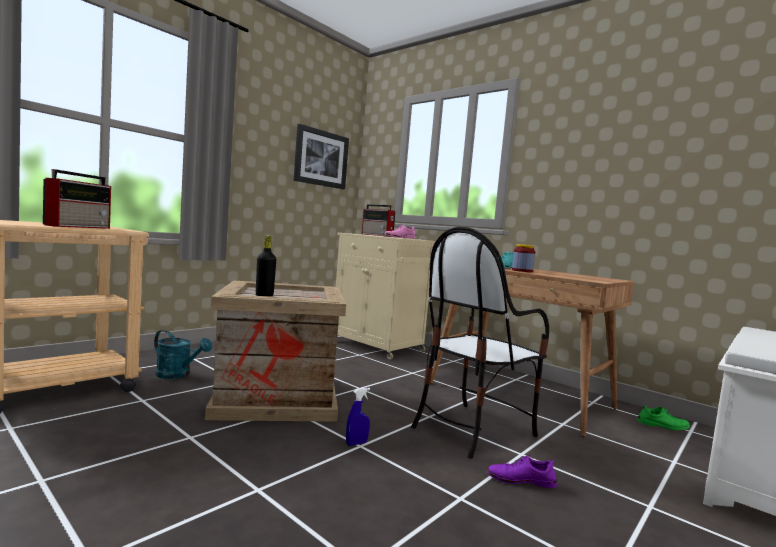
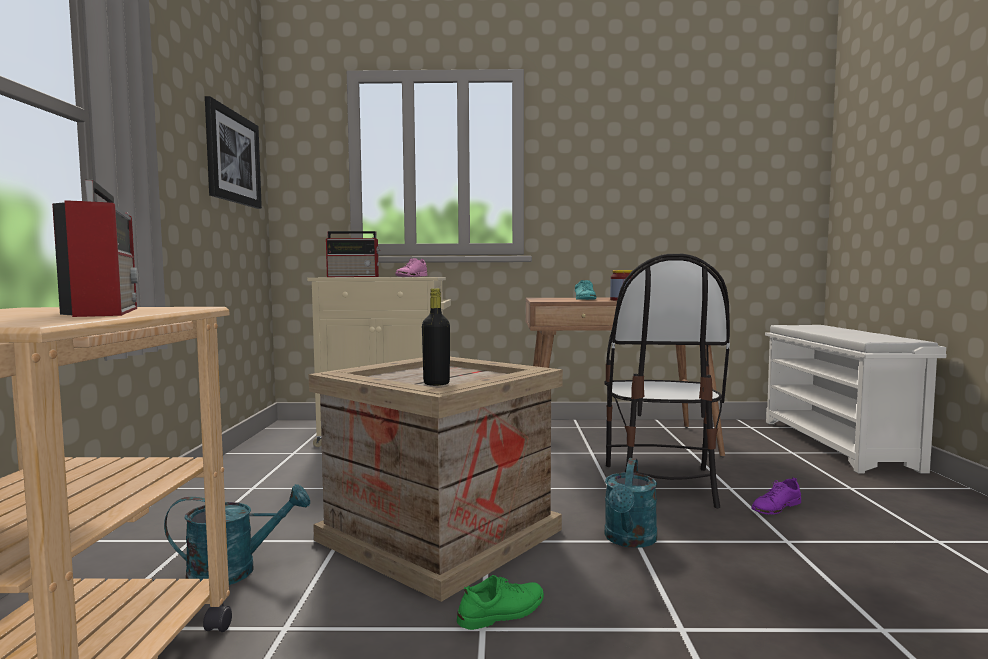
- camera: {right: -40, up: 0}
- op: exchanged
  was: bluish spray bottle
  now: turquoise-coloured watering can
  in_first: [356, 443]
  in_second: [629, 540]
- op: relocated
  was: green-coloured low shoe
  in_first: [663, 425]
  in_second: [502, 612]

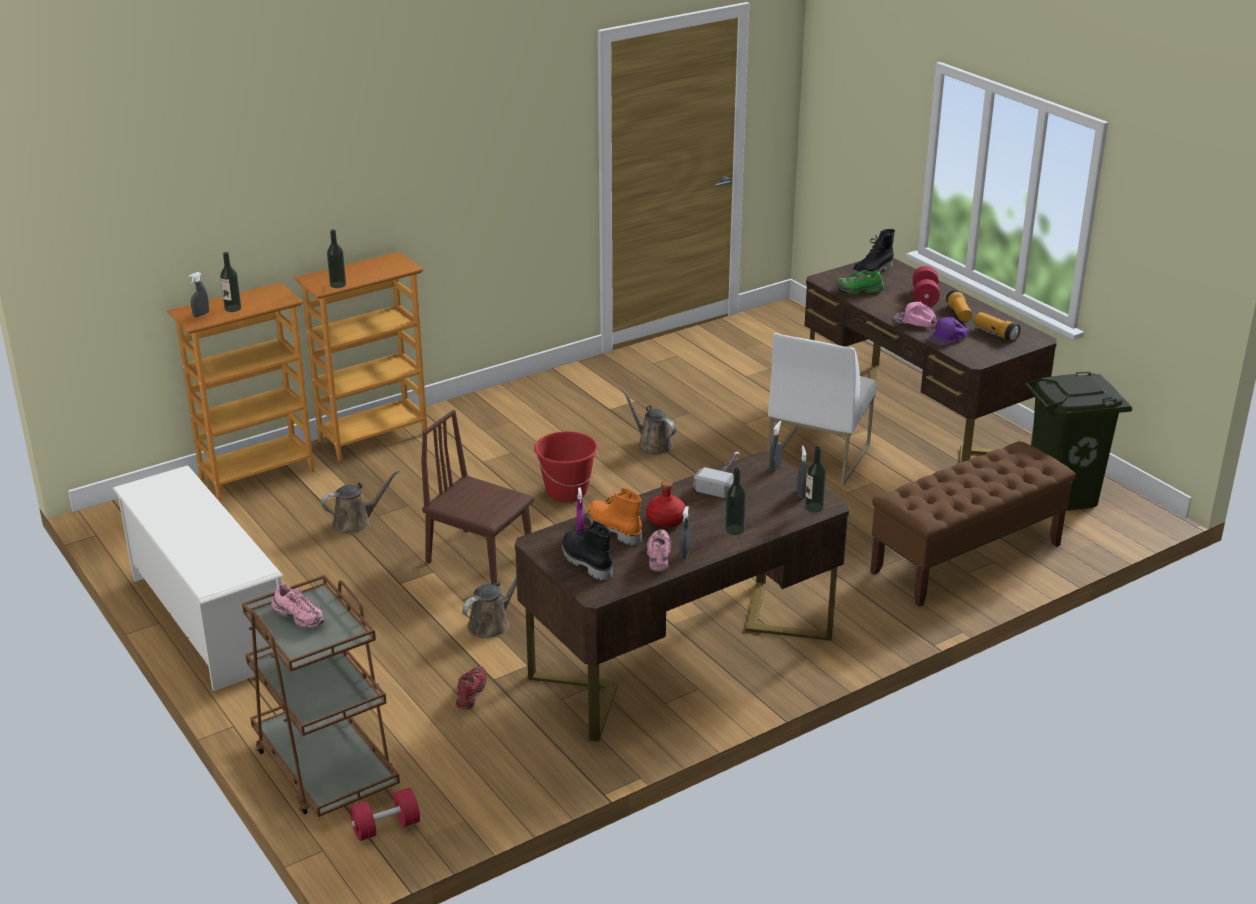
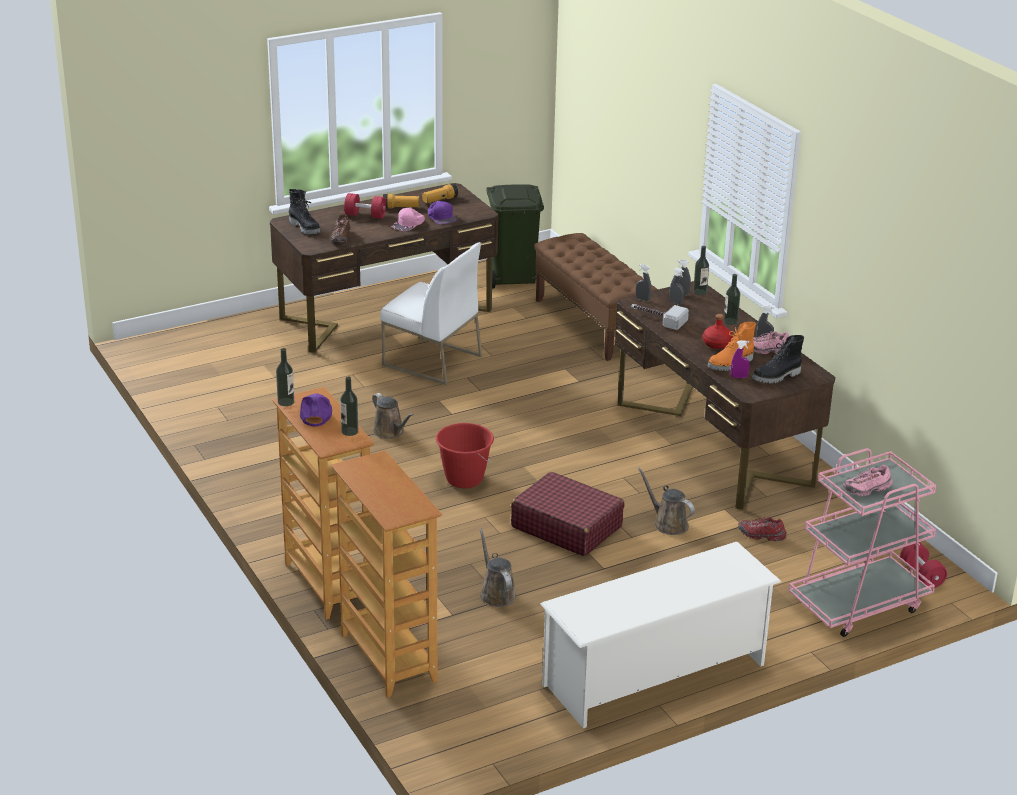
- camera: {right: -85, up: 0}
- op: relocated
  was: drink bottle
  in_first: [233, 308]
  in_second: [286, 402]
- op: colour
  was: green-coloured low shoe
  now: brown low shoe
  in_first: [859, 290]
  in_second: [341, 237]
- op: relocated
  was: greyish spray bottle
  in_first: [201, 315]
  in_second: [676, 303]
- op: spun
  was: brown watering can
  in_first: [652, 445]
  in_second: [390, 432]
  clockwise: -90
- op: exchanged
  was: brown upright chair
  now: reddish piece of luggage
  in_first: [480, 557]
  in_second: [566, 526]
- op: colour
  was: brown trolley
  now: pink trolley
  in_first: [325, 767]
  in_second: [858, 603]
- op: spun
  was: pink low shoe
  in_first: [299, 617]
  in_second: [867, 489]
  clockwise: -150
- op: appeared
  now: purplish baseball cap
  in_second: [315, 414]

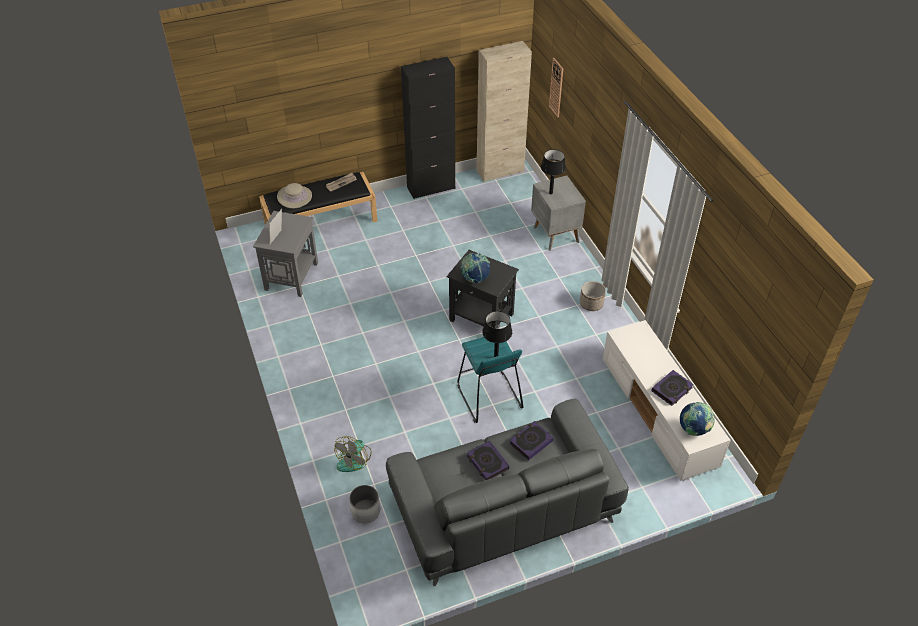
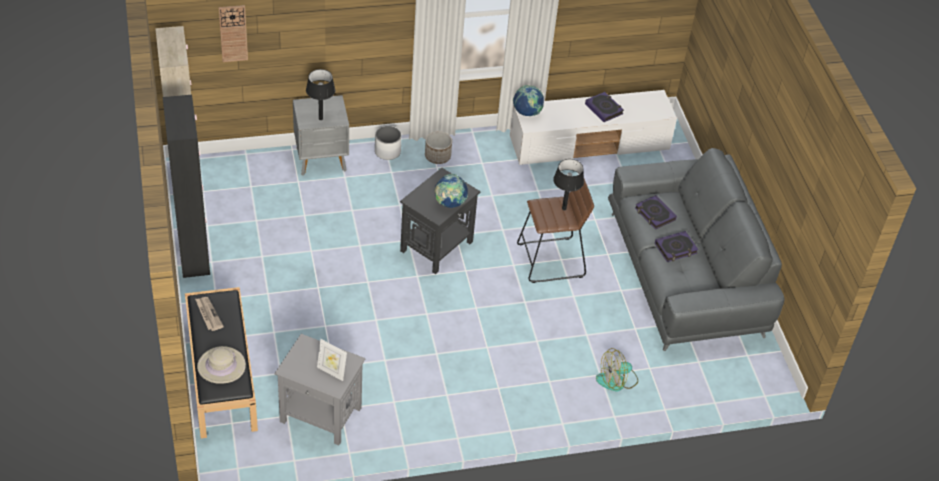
- camera: {right: -85, up: 0}
- op: colour
  was: turquoise-coloured stool seat
  now: brown stool seat
  in_first: [488, 397]
  in_second: [551, 260]
- op: relocated
  was: globe
  in_first: [693, 429]
  in_second: [527, 113]
- op: spun
  was: fan
  in_first: [354, 459]
  in_second: [617, 380]
  clockwise: 120
- op: relocated
  was: white flower pot
  in_first: [366, 511]
  in_second: [387, 151]

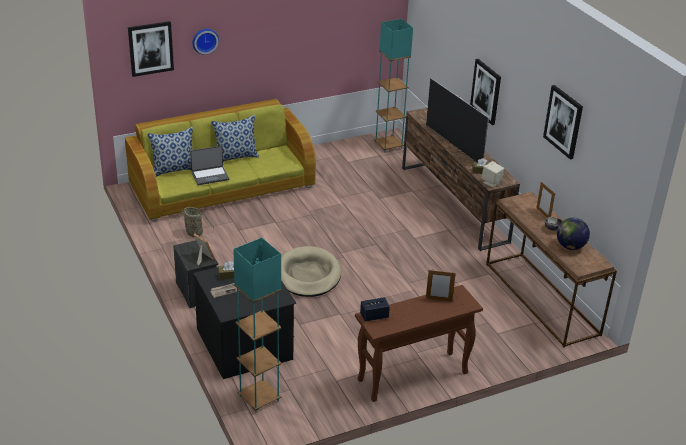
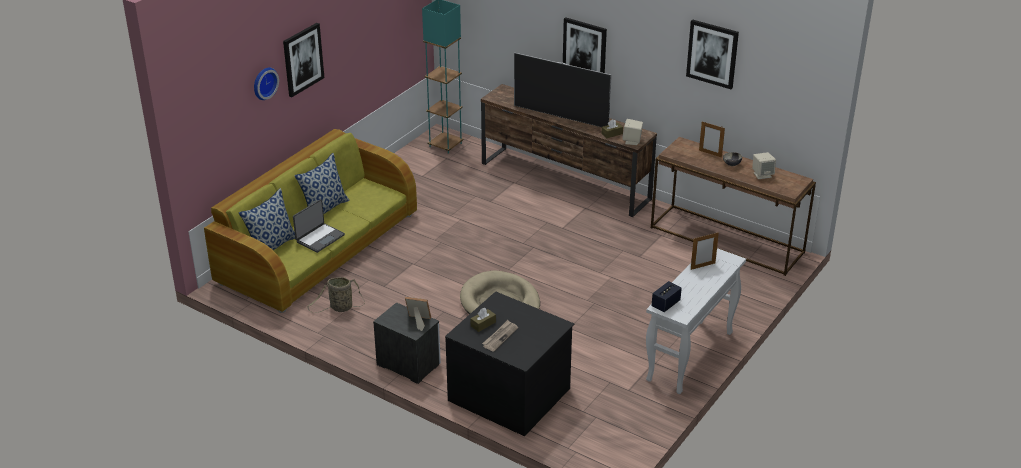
- camera: {right: -30, up: 0}
- op: relocated
  was: wall art
  in_first: [150, 48]
  in_second: [302, 59]
- op: exchanged
  was: globe
  now: beige-coloured audio speaker
  in_first: [570, 246]
  in_second: [762, 175]
- op: missing
  was: turquoise-coloured standard lamp
  in_first: [259, 398]
- op: colour
  was: brown narrow table
  now: white narrow table
  in_first: [412, 377]
  in_second: [690, 357]

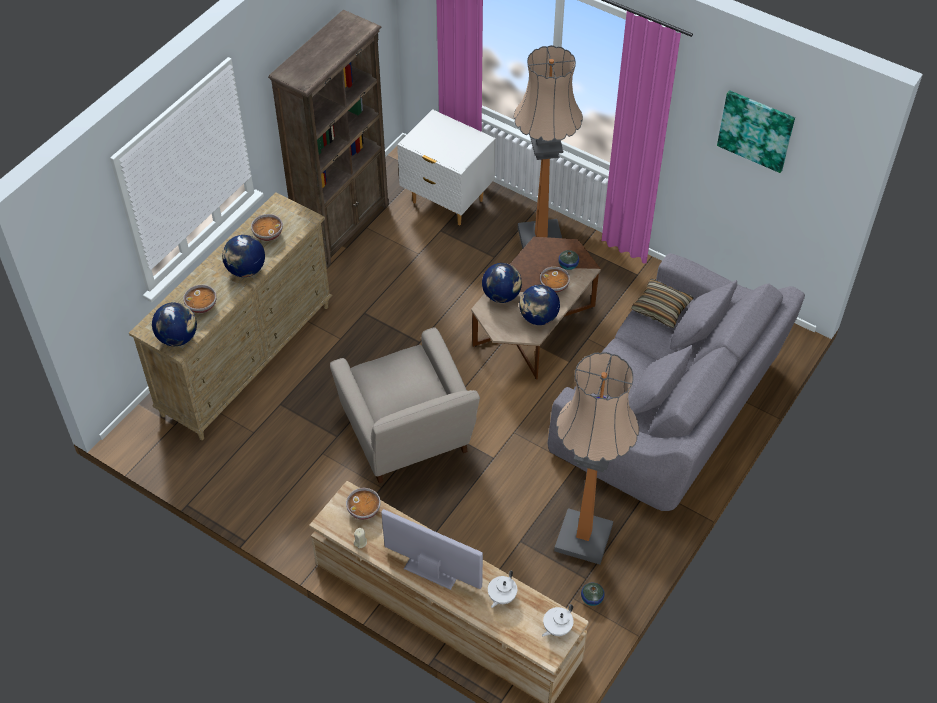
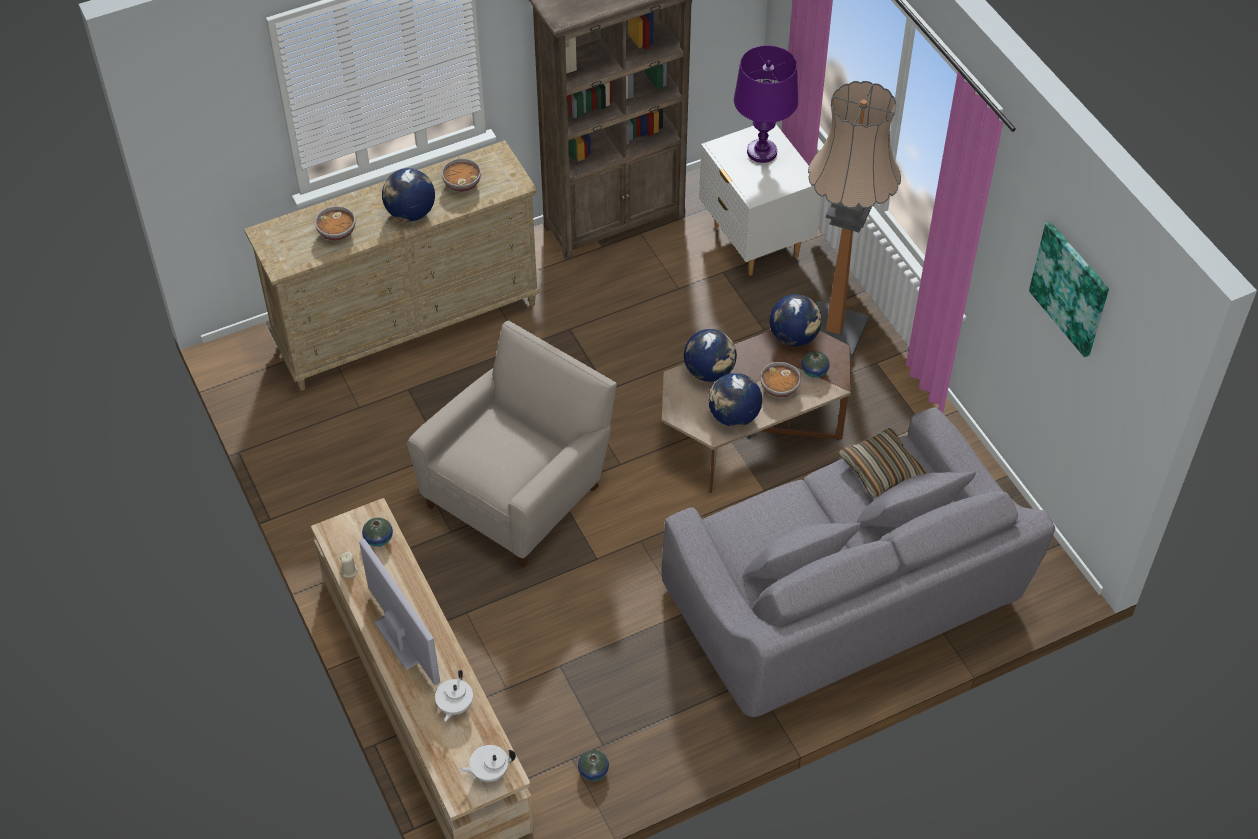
- camera: {right: 30, up: 0}
- op: relocated
  was: globe
  in_first: [178, 337]
  in_second: [794, 337]
- op: spun
  was: beige-coloured easy chair
  in_first: [408, 437]
  in_second: [519, 490]
  clockwise: -150
- op: missing
  was: standard lamp
  in_first: [583, 538]
- op: exchanged
  was: serving bowl
  now: flower vase
  in_first: [364, 510]
  in_second: [378, 538]
- op: spun
  was: white tea pot
  in_first: [501, 597]
  in_second: [454, 706]
  clockwise: -45
- op: appeared
  now: purplish table lamp
  in_second: [761, 152]

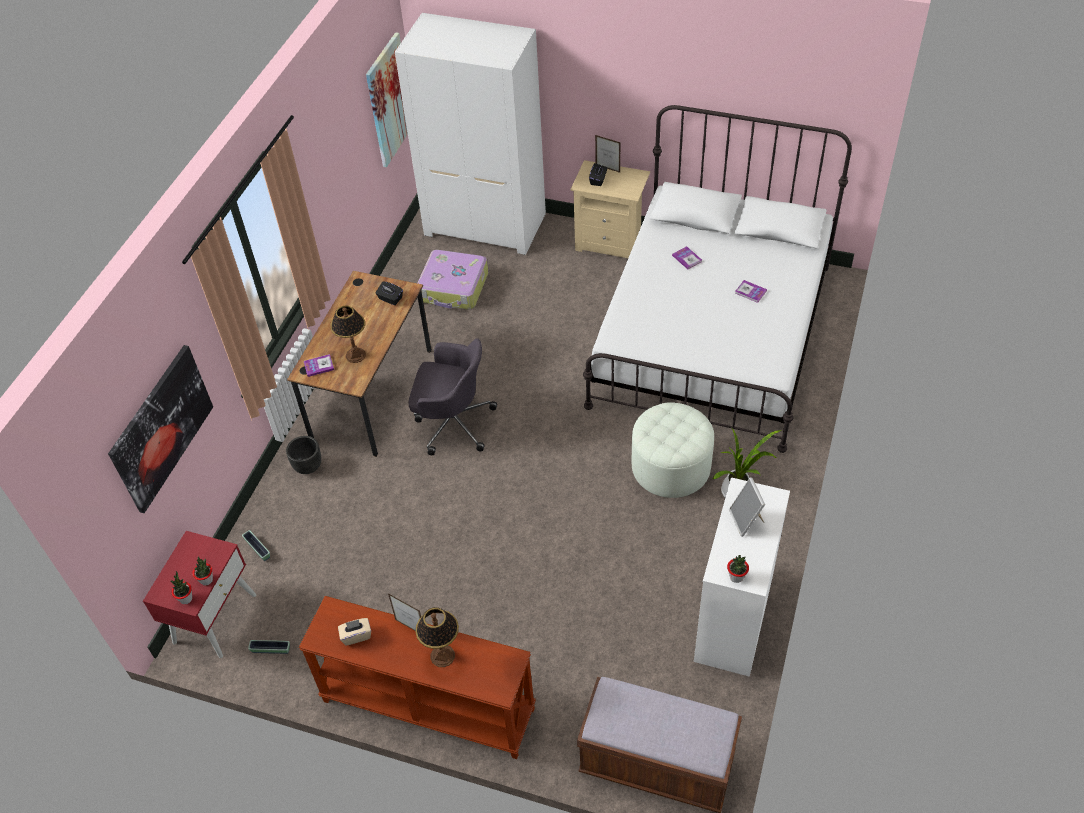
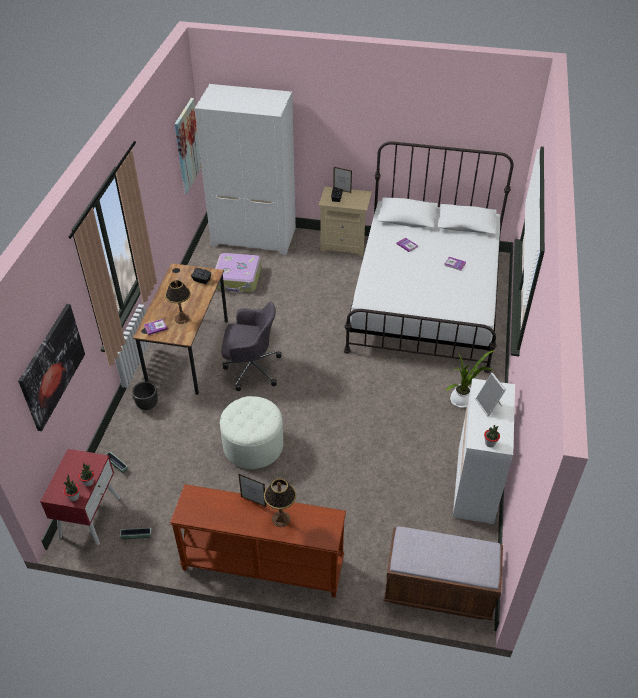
- camera: {right: -10, up: -5}
- op: relocated
  was: white ottoman
  in_first: [671, 467]
  in_second: [253, 446]
- op: missing
  was: beige-coloured tissue box
  in_first: [356, 635]

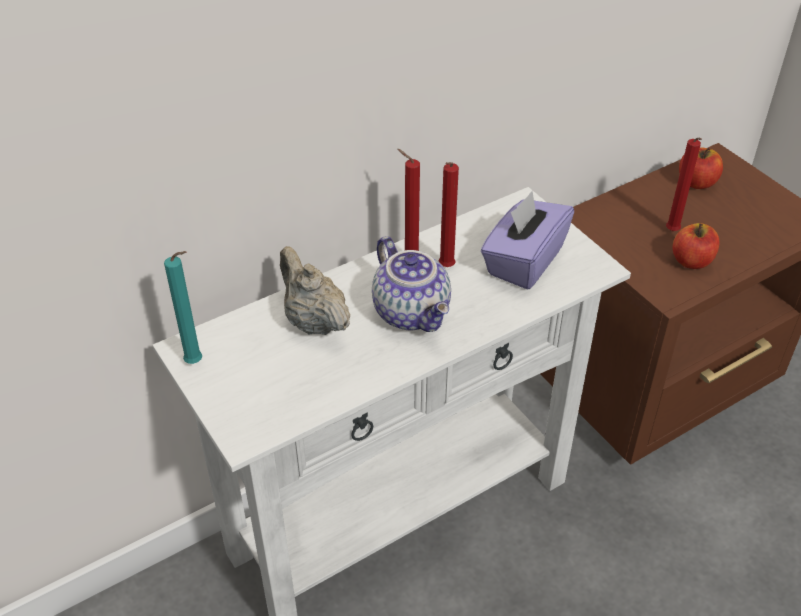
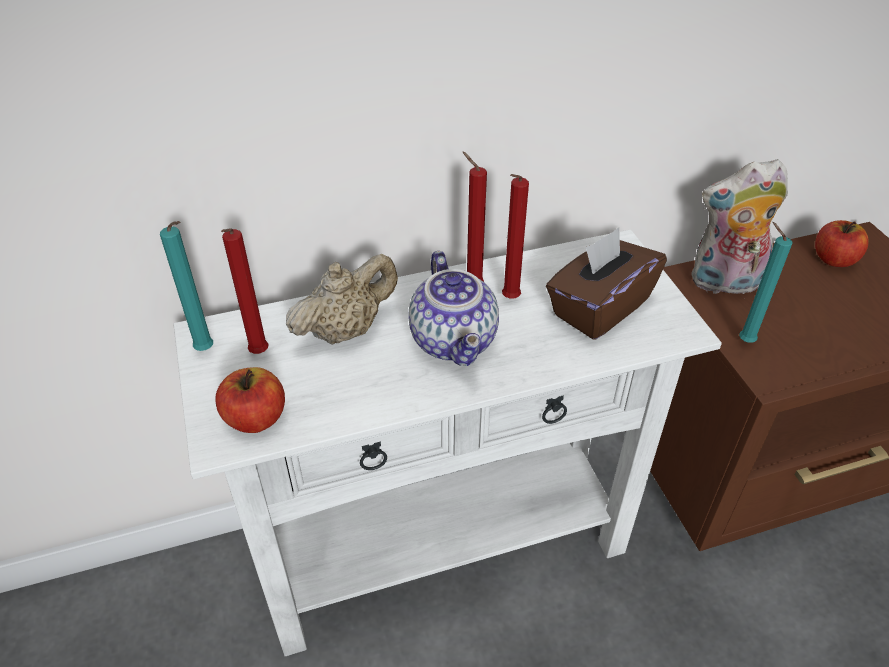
- camera: {right: 15, up: 0}
- op: relocated
  was: reddish candle
  in_first: [672, 232]
  in_second: [258, 355]
- op: colour
  was: purplish tissue box
  now: brown tissue box
  in_first: [523, 261]
  in_second: [599, 308]
- op: relocated
  was: apple fruit
  in_first: [692, 261]
  in_second: [255, 418]
- op: spun
  was: beige-coloured tea pot
  in_first: [313, 321]
  in_second: [346, 330]
  clockwise: 75
- op: appeared
  now: soft toy
  in_second: [724, 283]
- op: appeared
  now: turquoise-coloured candle
  in_second: [743, 340]

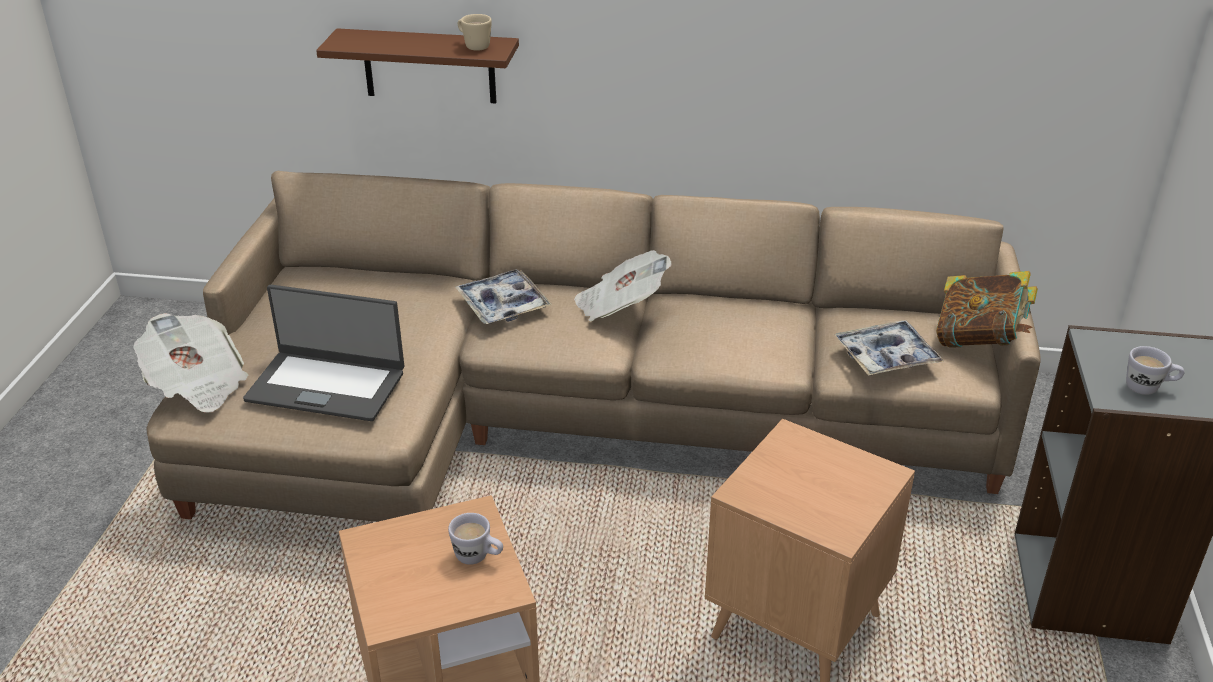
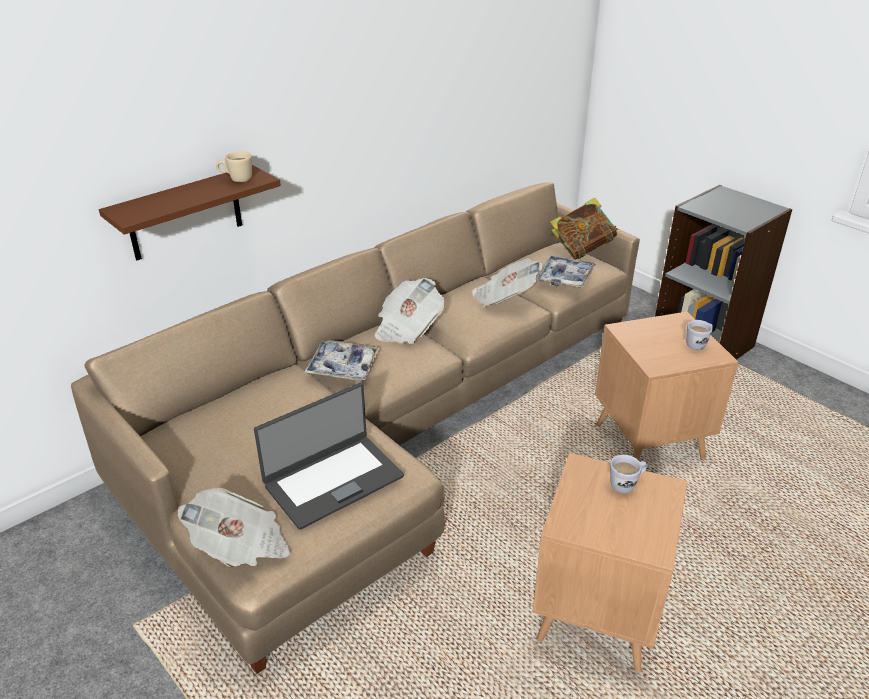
- camera: {right: -50, up: 0}
- op: relocated
  was: white mug
  in_first: [1149, 388]
  in_second: [698, 344]
- op: appeared
  now: newspaper
  in_second: [504, 298]

